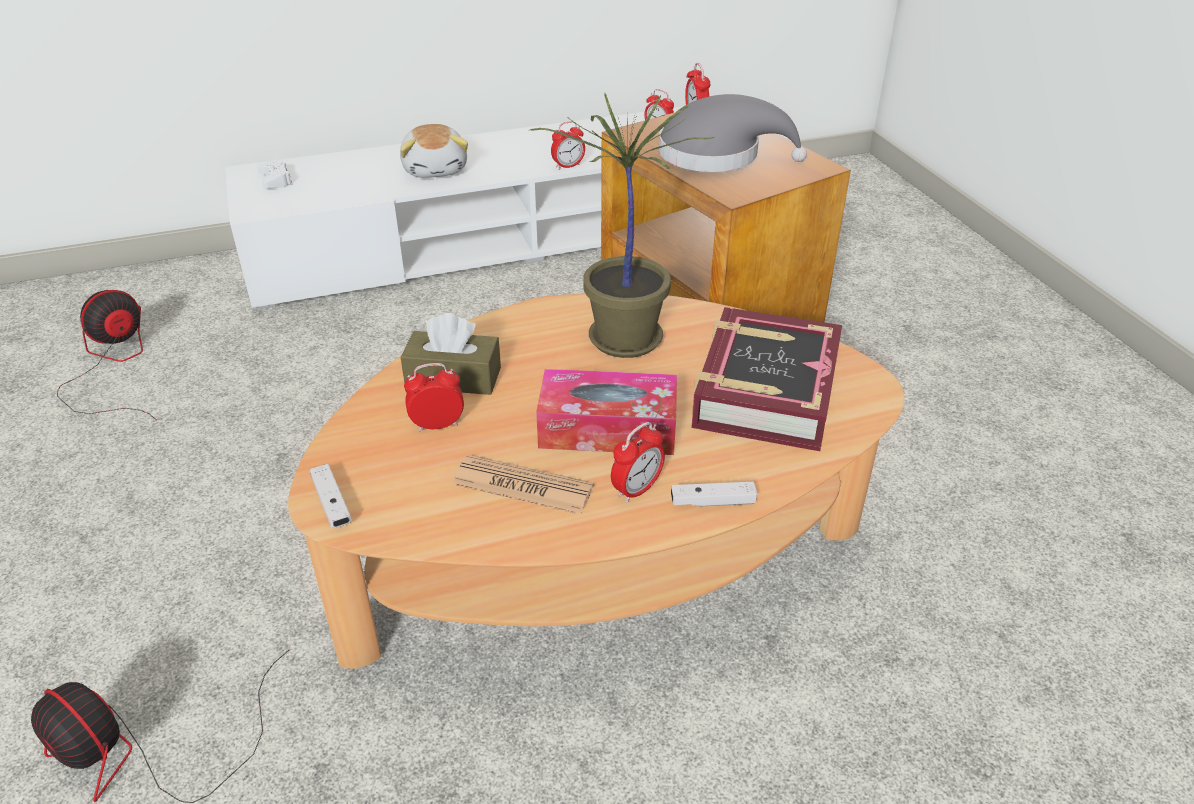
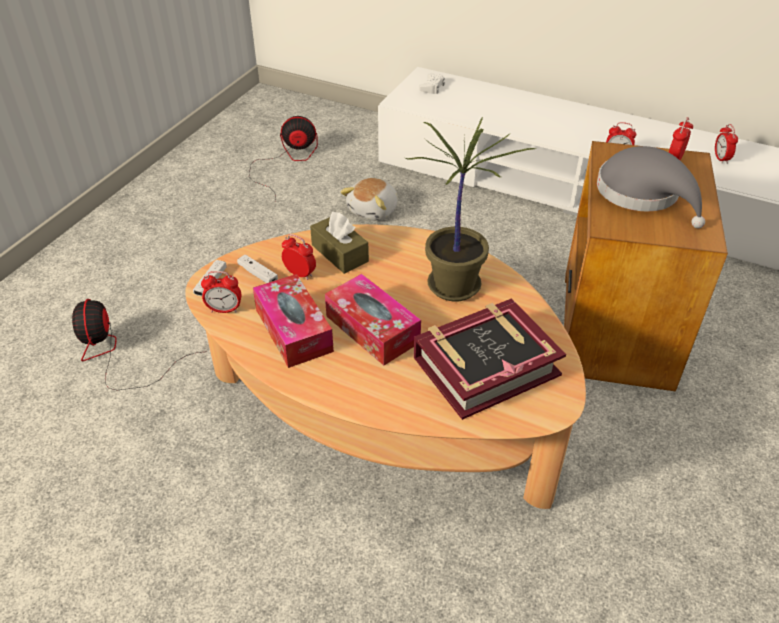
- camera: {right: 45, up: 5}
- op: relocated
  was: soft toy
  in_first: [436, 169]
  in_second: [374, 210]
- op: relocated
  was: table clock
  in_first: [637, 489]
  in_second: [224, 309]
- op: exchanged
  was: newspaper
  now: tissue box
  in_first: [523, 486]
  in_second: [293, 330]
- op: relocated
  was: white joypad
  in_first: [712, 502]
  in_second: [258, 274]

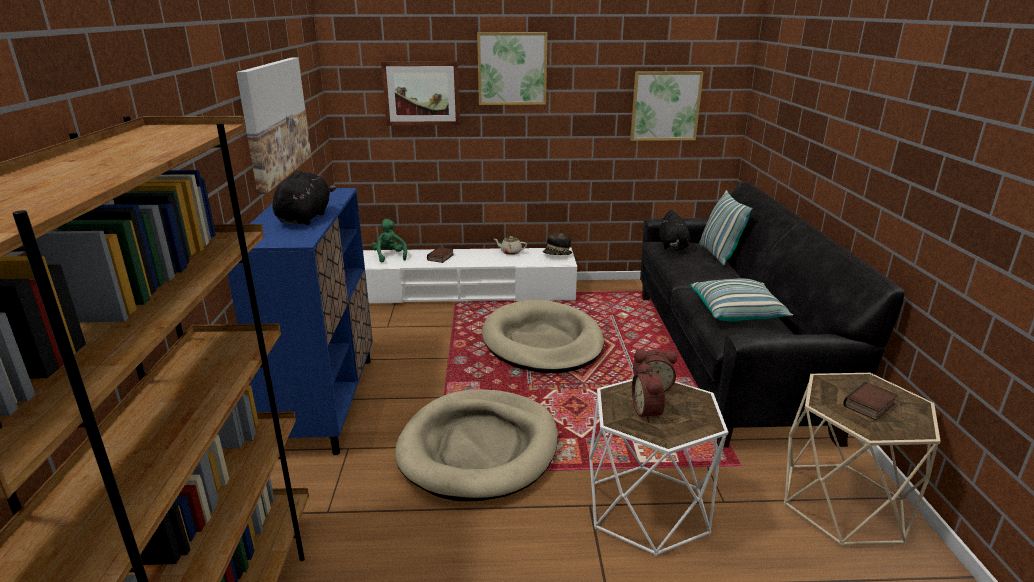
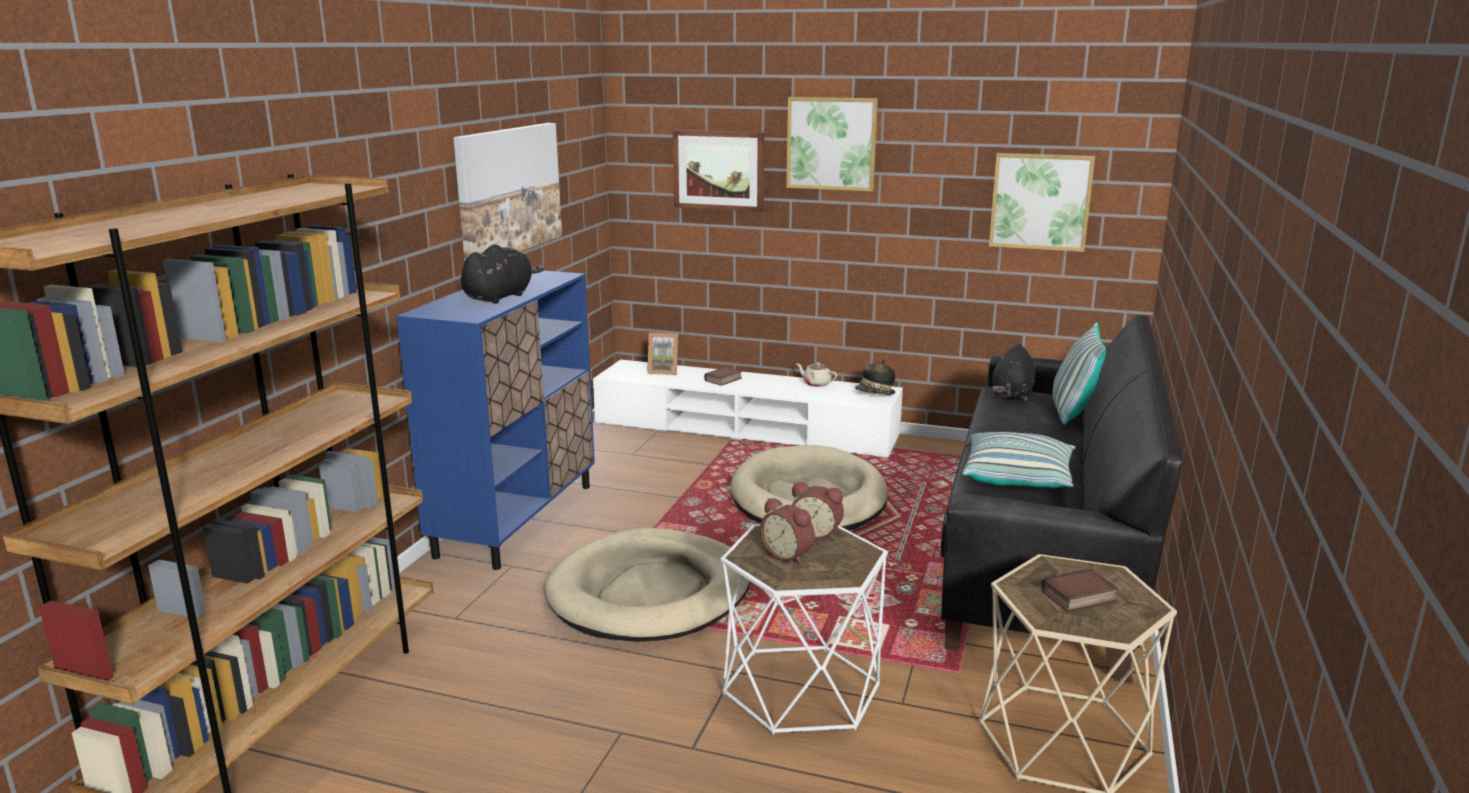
- camera: {right: 20, up: -5}
- op: exchanged
  was: green-coloured soft toy
  now: picture frame
  in_first: [389, 256]
  in_second: [663, 371]
- op: spun
  was: table clock
  in_first: [648, 412]
  in_second: [788, 555]
  clockwise: -60

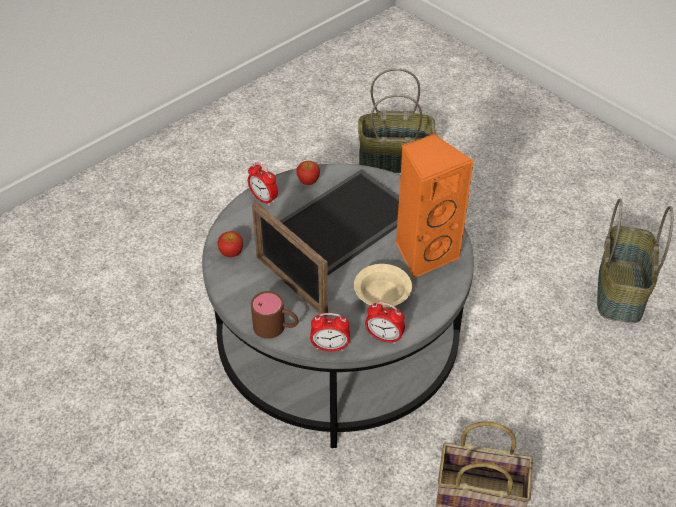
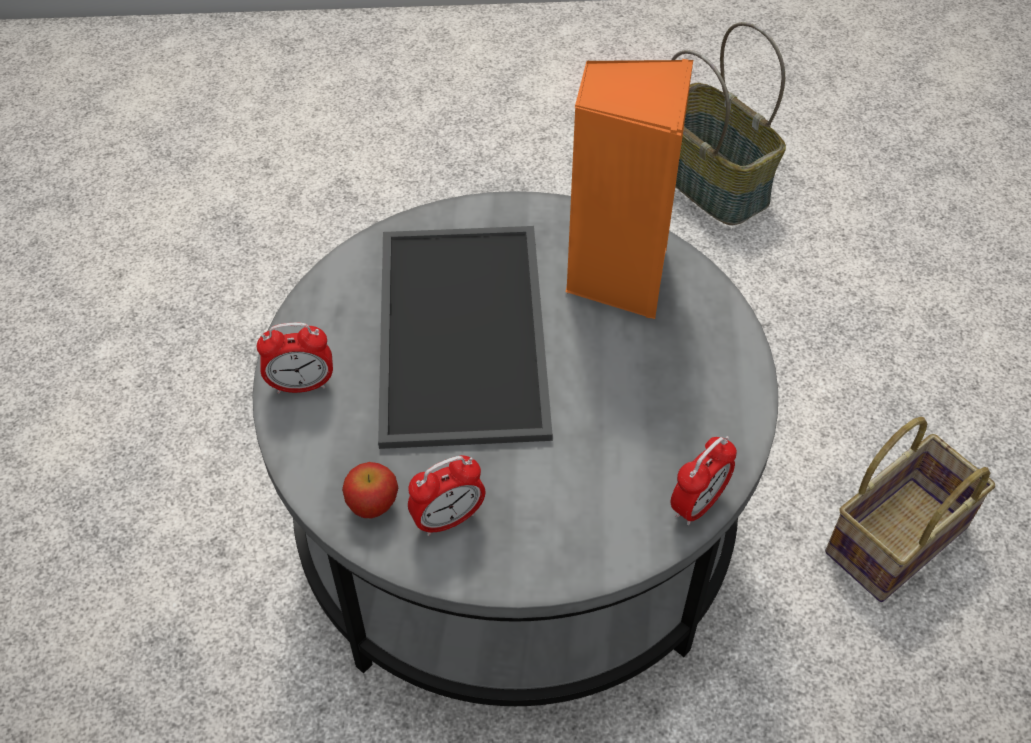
- camera: {right: -50, up: 5}
- op: missing
  was: basket
  in_first: [395, 159]
- op: missing
  was: apple fruit
  in_first: [308, 181]
- op: missing
  was: picture frame
  in_first: [290, 285]
- op: missing
  was: beige-coloured serving bowl
  in_first: [381, 295]
- op: missing
  was: brown mug
  in_first: [276, 327]
- op: relocated
  was: table clock
  in_first: [384, 337]
  in_second: [448, 519]

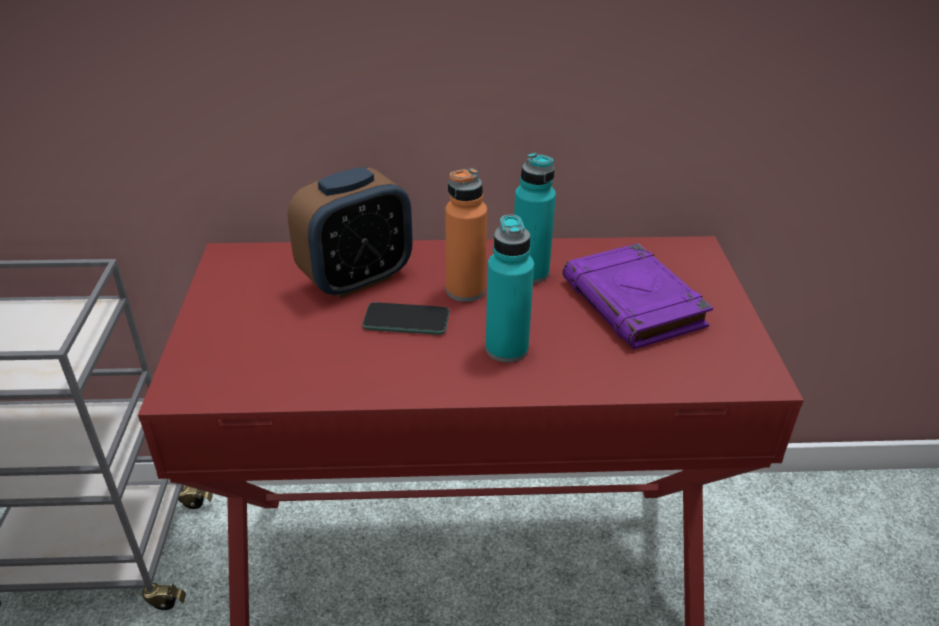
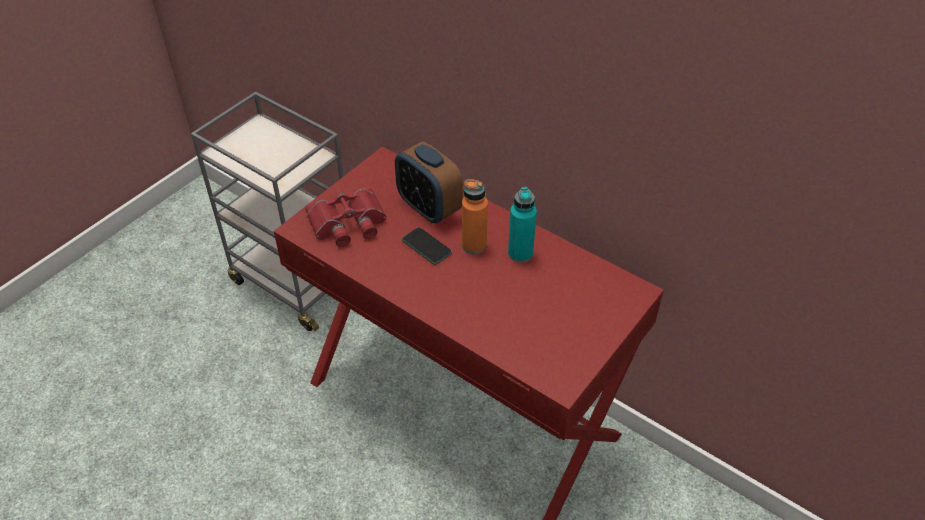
- camera: {right: 40, up: 10}
- op: spun
  was: table clock
  in_first: [356, 279]
  in_second: [429, 208]
  clockwise: 45
- op: missing
  was: turquoise-coloured drink bottle
  in_first: [506, 349]
- op: missing
  was: purplish bound book
  in_first: [634, 304]
- op: appeared
  now: reddish pair of binoculars
  in_second: [348, 223]

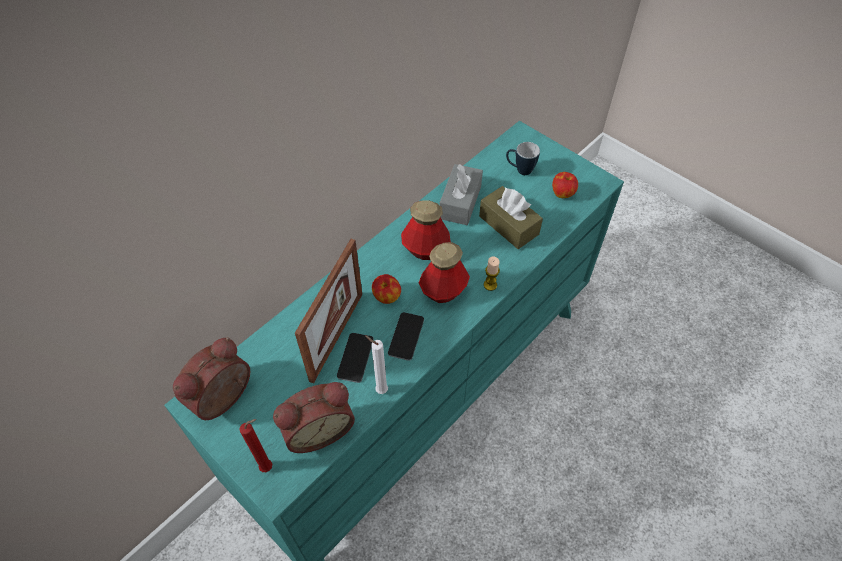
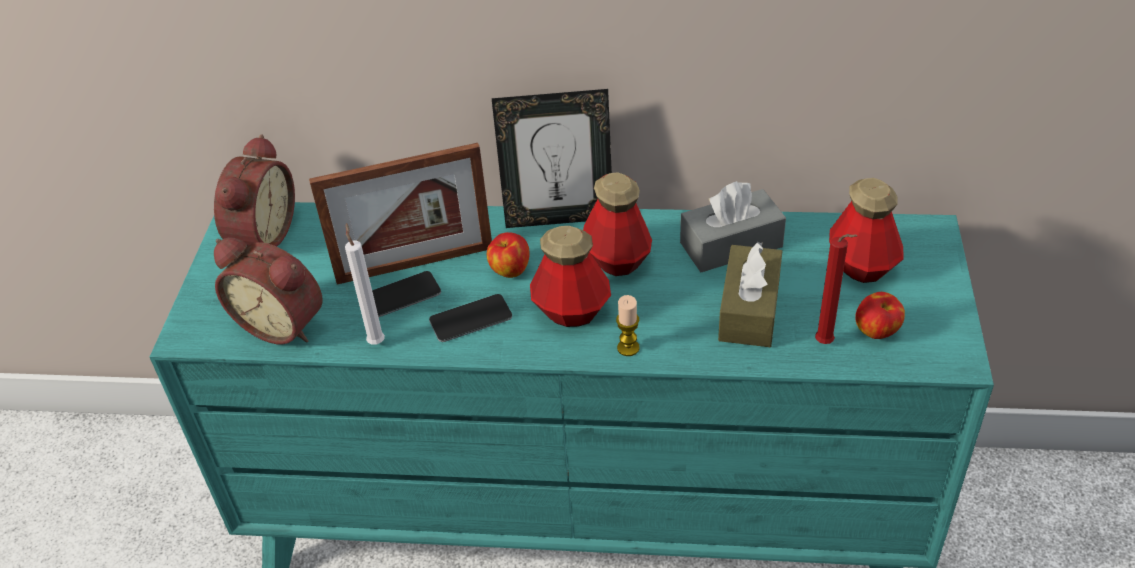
- camera: {right: 55, up: -10}
- op: exchanged
  was: mug
  now: drink bottle
  in_first: [520, 170]
  in_second: [862, 266]
- op: spun
  was: table clock
  in_first: [224, 399]
  in_second: [260, 235]
  clockwise: 105
- op: relocated
  was: reddish candle
  in_first: [269, 467]
  in_second: [826, 344]
- op: appeared
  now: picture frame
  in_second: [559, 217]

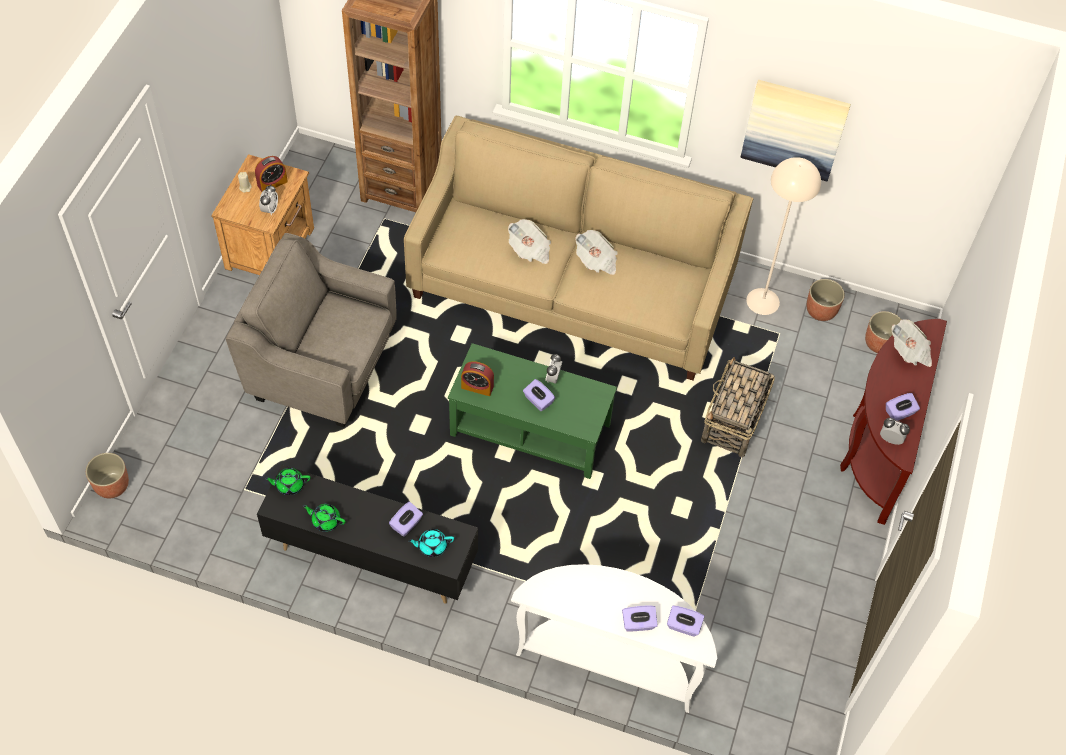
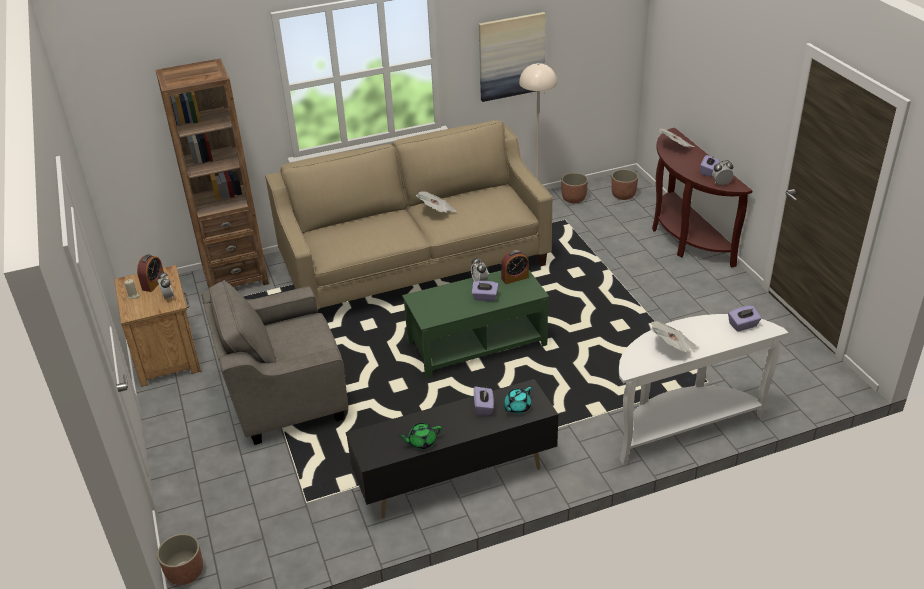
- camera: {right: -35, up: -20}
- op: relocated
  was: newspaper
  in_first: [530, 250]
  in_second: [673, 347]
- op: missing
  was: basket
  in_first: [733, 421]
- op: relocated
  was: table clock
  in_first: [477, 387]
  in_second: [515, 278]
- op: missing
  was: green-coloured tea pot
  in_first: [289, 485]
- op: missing
  was: purplish tissue box
  in_first: [638, 623]

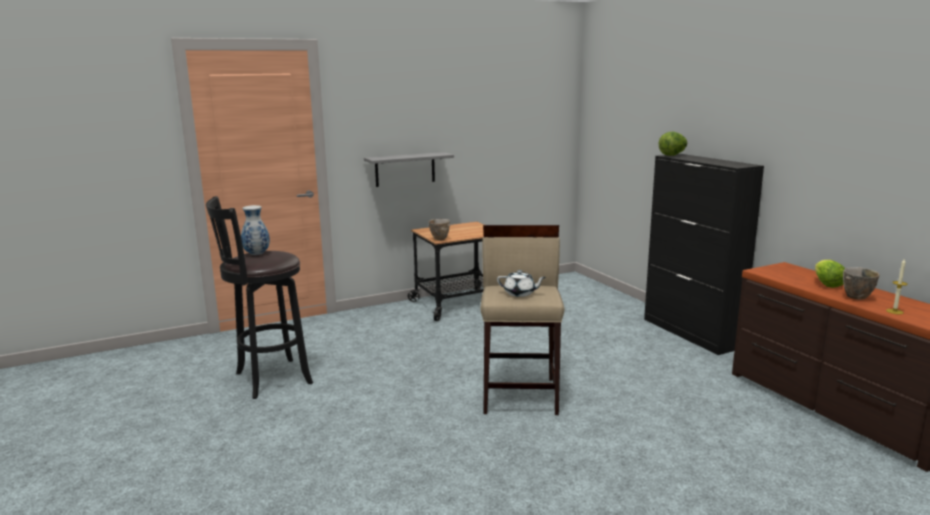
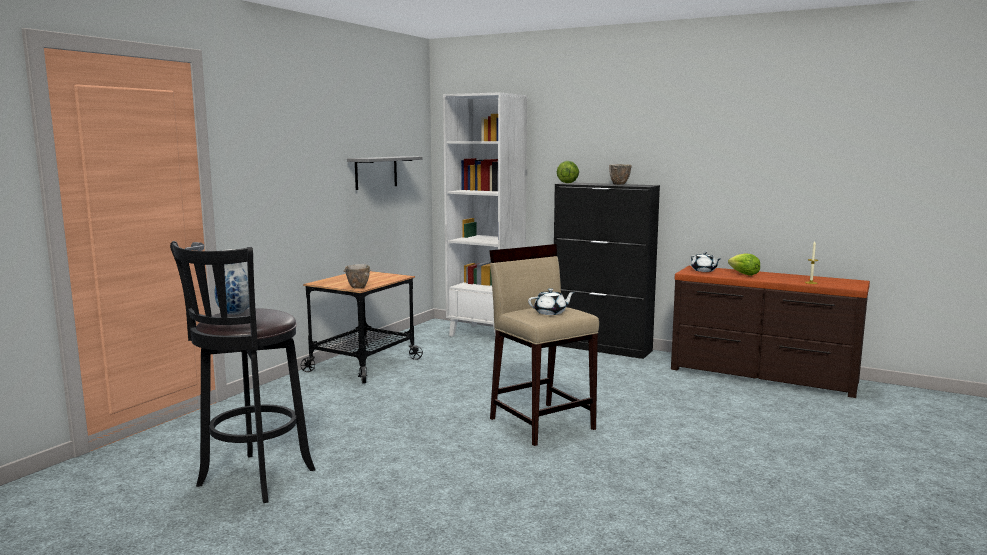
- camera: {right: -35, up: -5}
- op: relocated
  was: greyish bracket shelf
  in_first: [405, 169]
  in_second: [376, 172]
- op: relocated
  was: serving bowl
  in_first: [855, 298]
  in_second: [618, 184]
- op: appeared
  now: white shelving unit
  in_second: [486, 334]
- op: appeared
  now: white tea pot
  in_second: [704, 270]

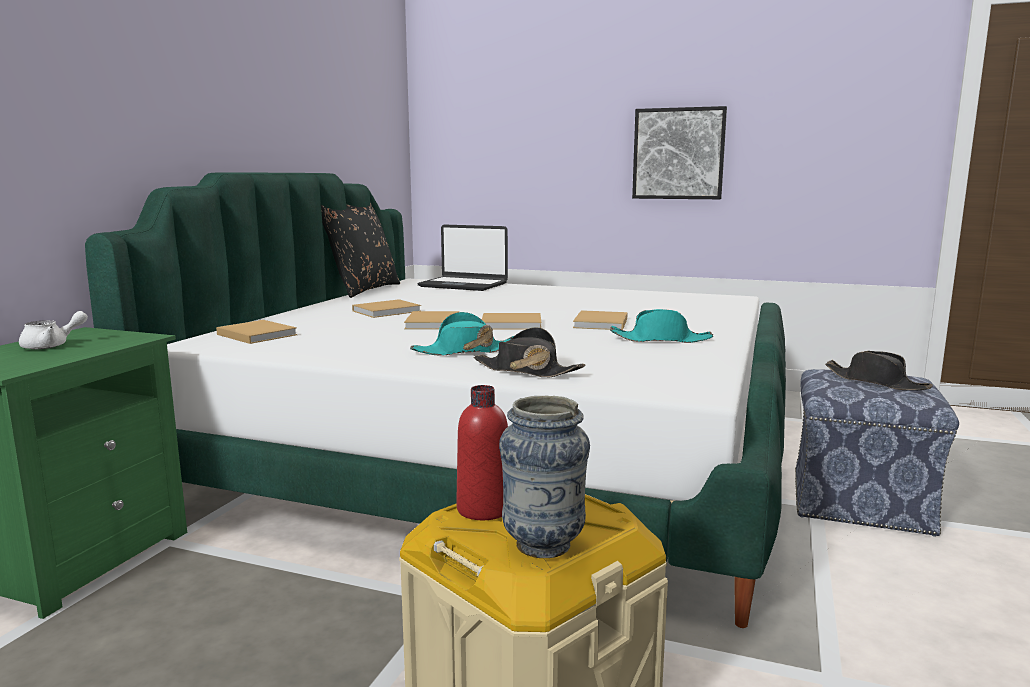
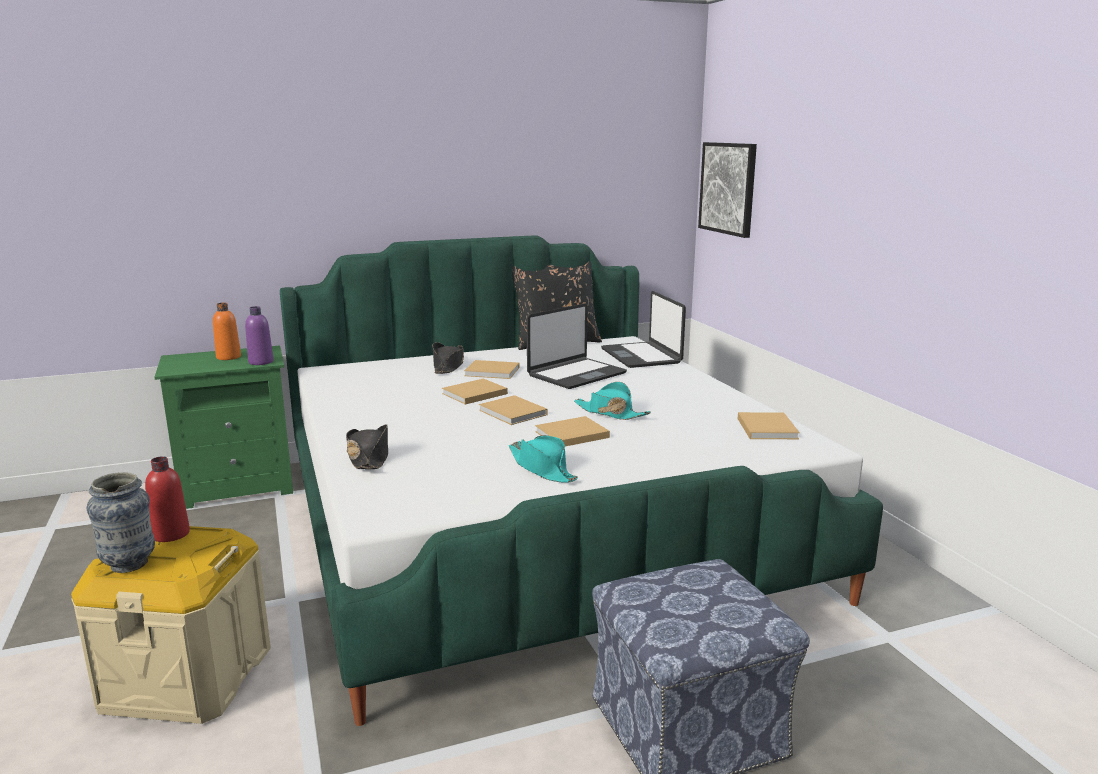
- camera: {right: 50, up: 5}
- op: relocated
  was: wall art
  in_first: [678, 154]
  in_second: [728, 188]
- op: exchanged
  was: white tea pot
  now: orange drink bottle
  in_first: [52, 345]
  in_second: [228, 357]
- op: relocated
  was: turquoise-coloured wearable hat
  in_first: [464, 351]
  in_second: [610, 413]
- op: relocated
  was: beige-coloured bound book
  in_first: [255, 334]
  in_second: [766, 428]
- op: relocated
  was: blackish wearable hat
  in_first: [876, 382]
  in_second: [448, 366]
- op: appeared
  now: notebook computer
  in_second: [576, 374]
- op: appeared
  now: purplish drink bottle
  in_second: [261, 362]

